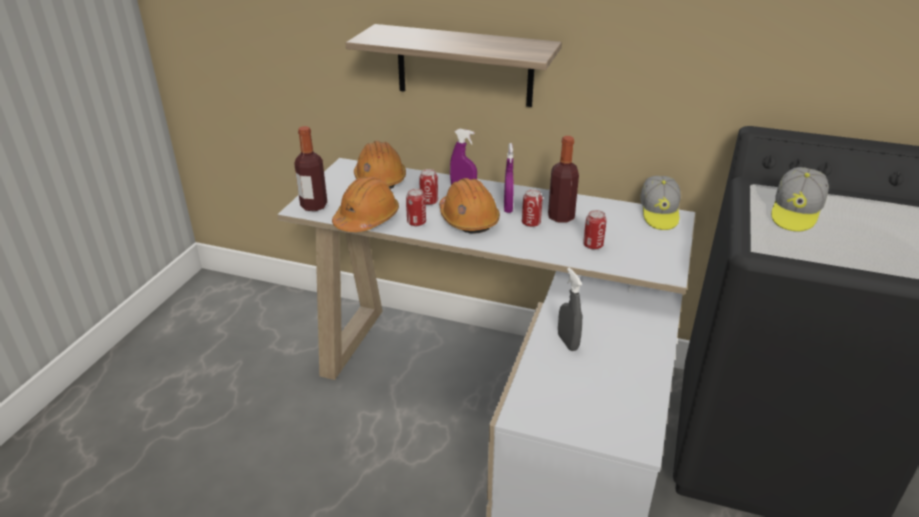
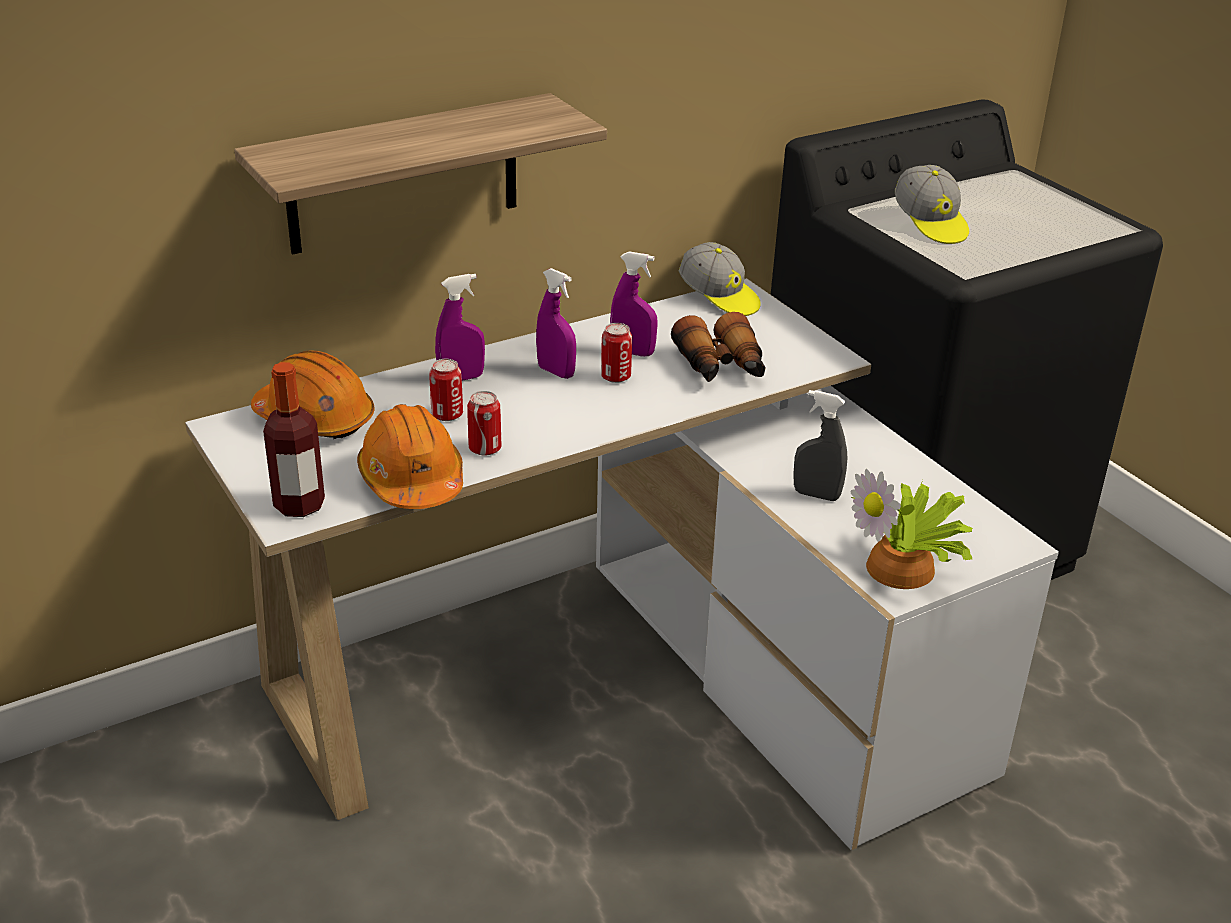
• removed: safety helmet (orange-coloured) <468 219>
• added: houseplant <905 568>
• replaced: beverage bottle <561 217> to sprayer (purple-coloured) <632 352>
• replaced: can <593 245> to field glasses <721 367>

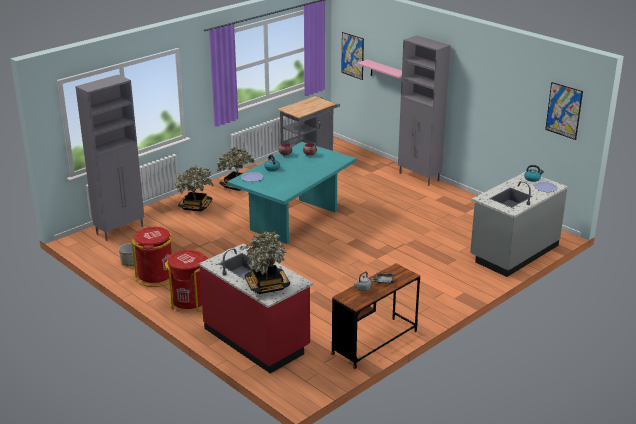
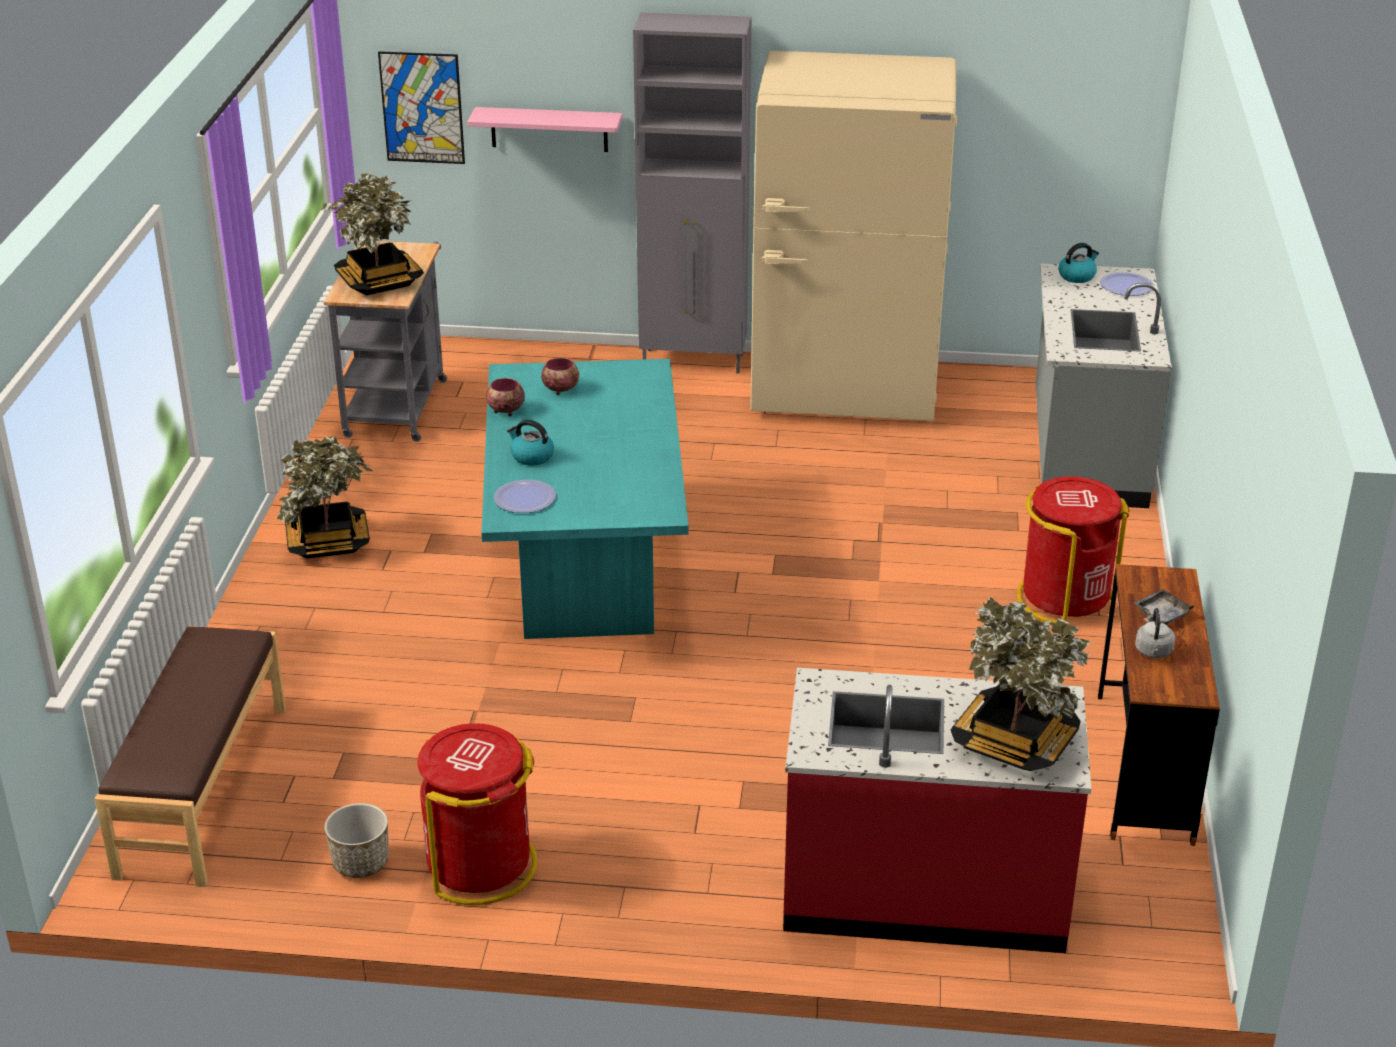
• removed: wall picture <564 110>
• added: kitchen fridge (sand-coloured) <844 391>
• moved: waste bin (red) <190 301> to <1064 598>
• moved: houseplant <195 206> to <379 282>
• replaced: cupboard (greyish) <120 230> to long seat (brown-coloured) <202 789>

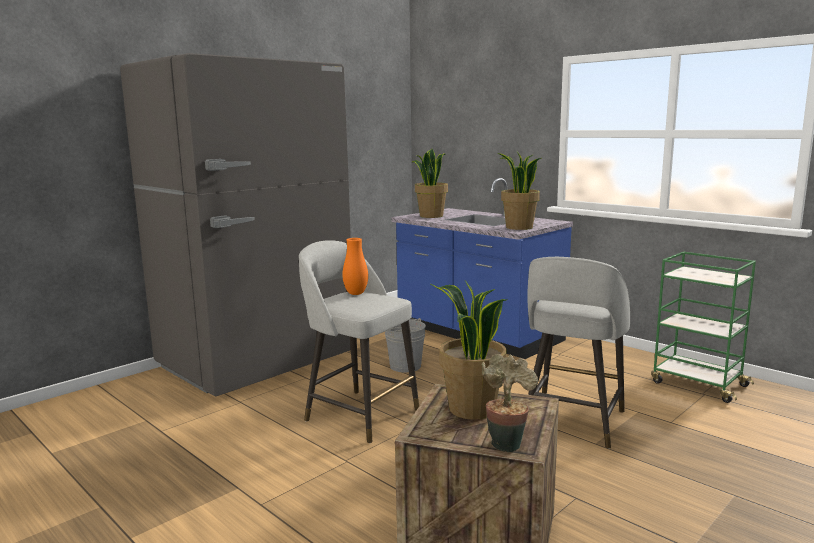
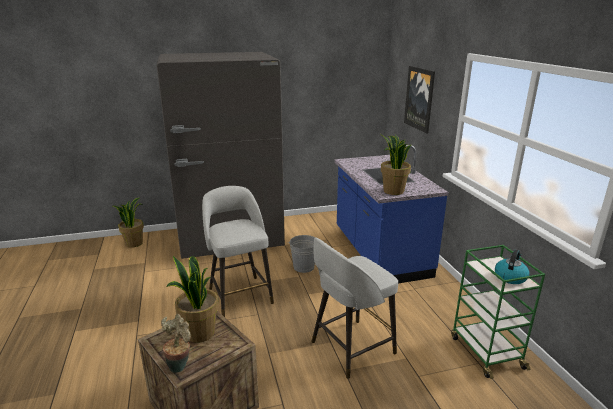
• removed: decorative vase (orange-coloured) <356 293>
• added: wall picture <419 98>
• added: tea kettle <510 277>
• moved: houseplant <431 216> to <134 243>

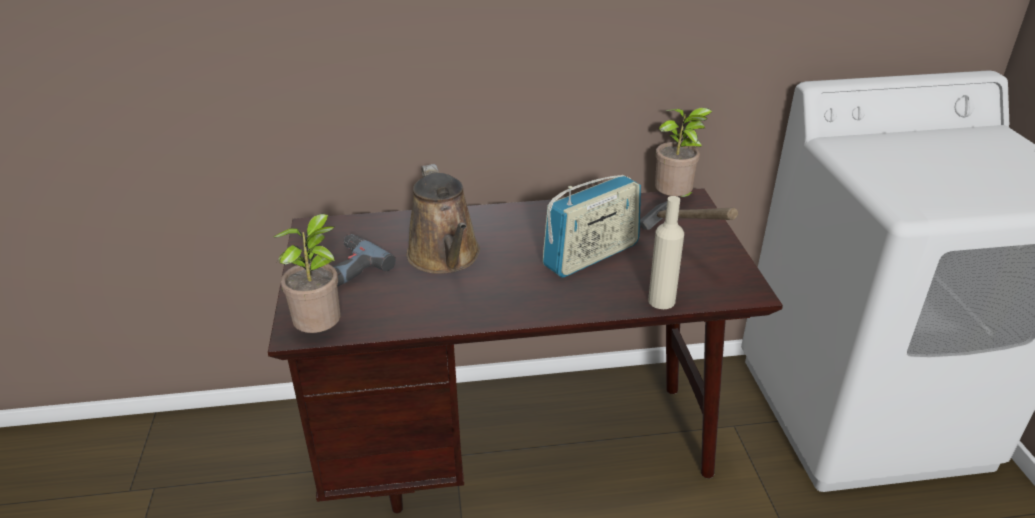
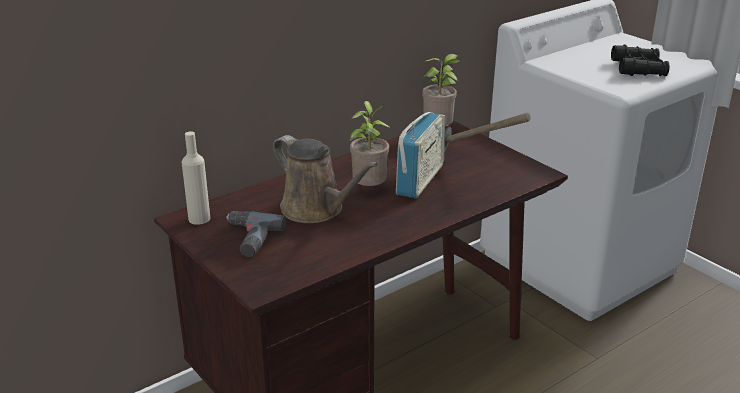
• added: field glasses (blackish) <638 69>
• moved: houseplant <322 332> to <369 189>
• moved: beverage bottle (sand-coloured) <661 301> to <199 219>

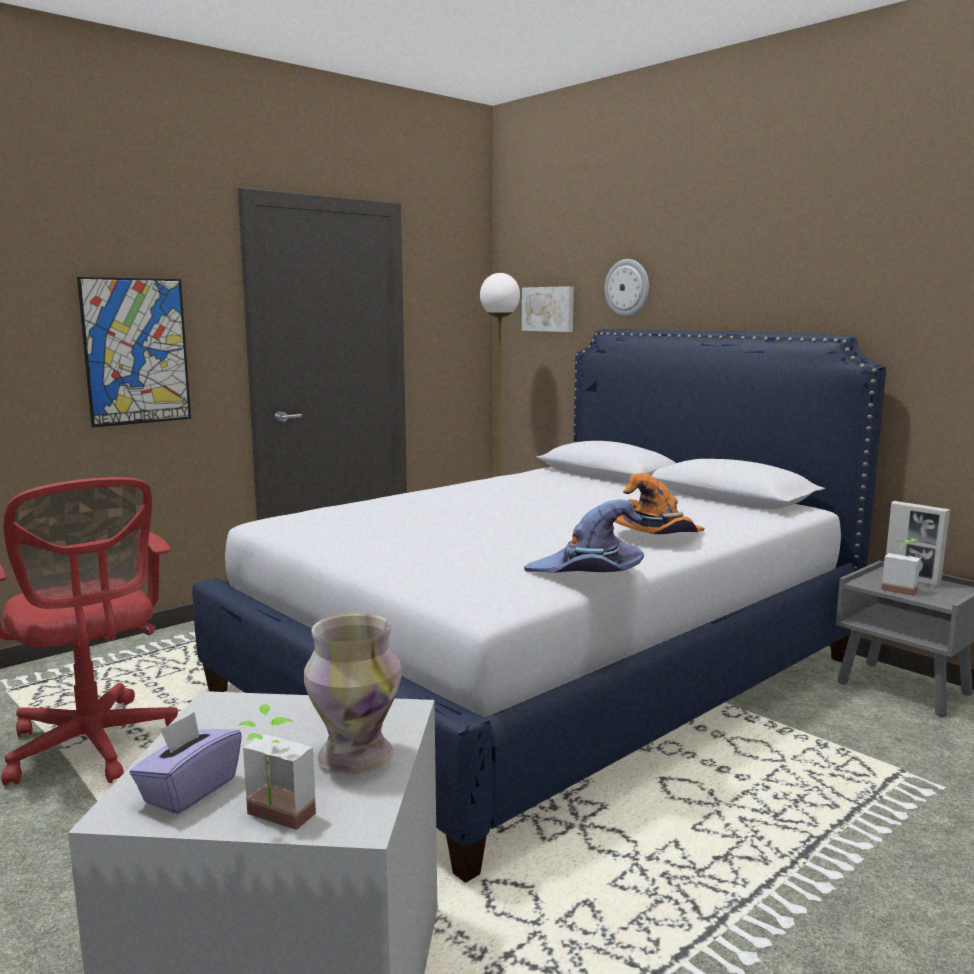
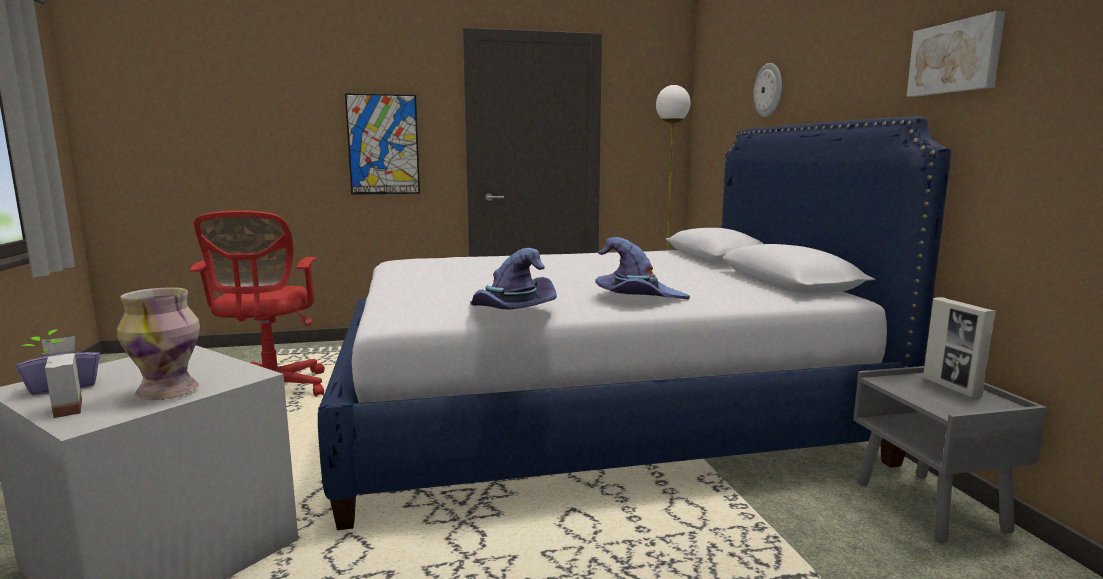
• removed: houseplant <900 589>
• moved: wall picture <549 309> to <955 57>
• recoloured: clothing hat (orange-coloured) <657 536> to clothing hat (purple-coloured) <637 298>

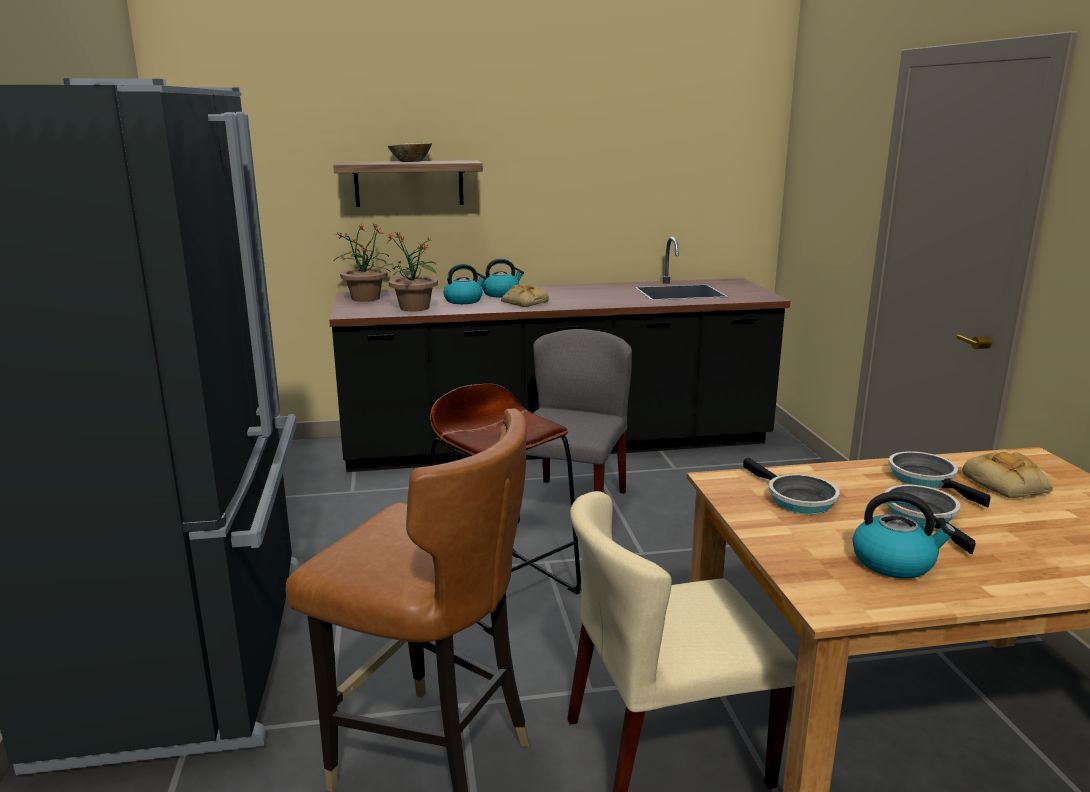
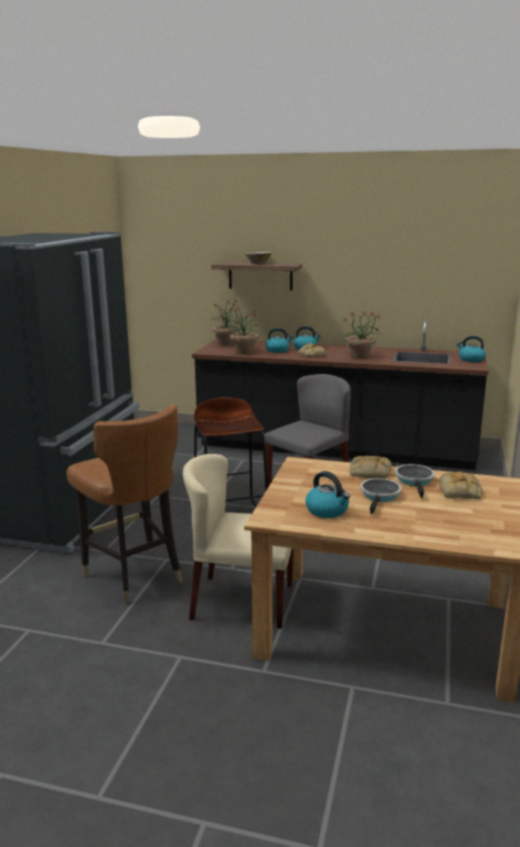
• removed: frying pan <796 499>
• added: houseplant <360 356>
• added: bread <369 472>
• added: tea kettle <471 359>

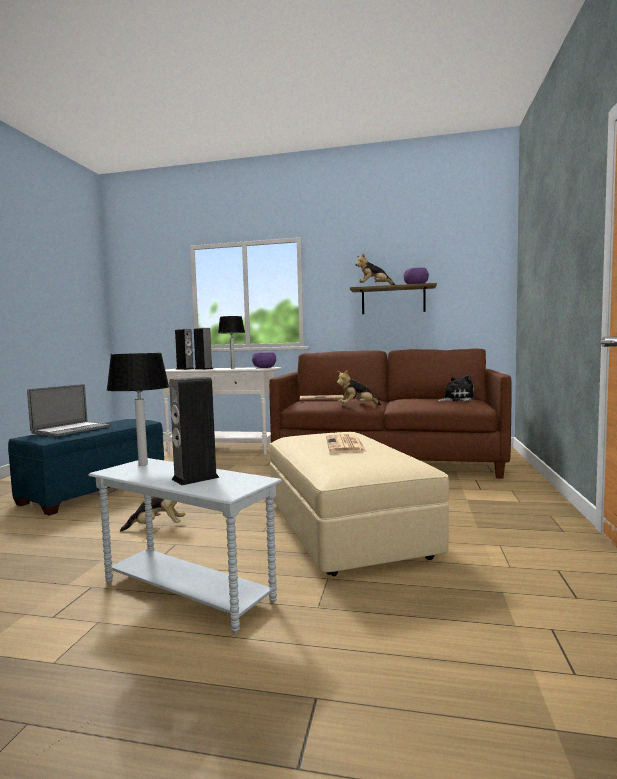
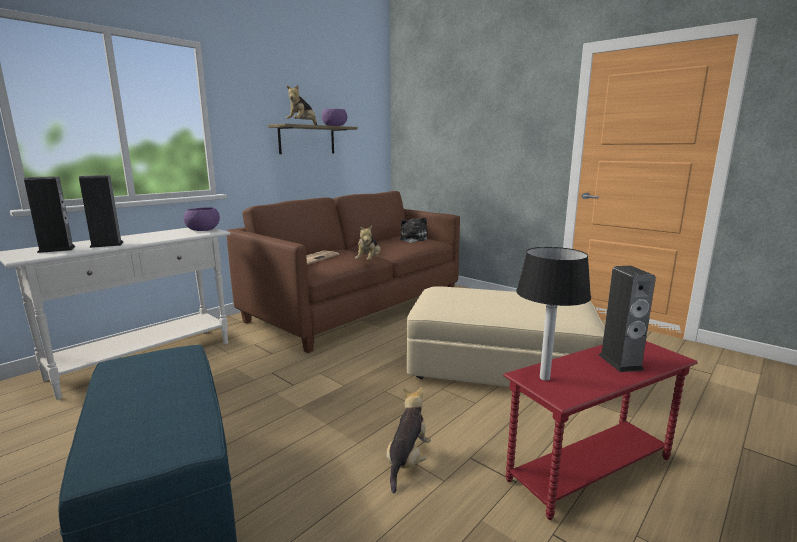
• removed: laptop <72 429>
• removed: tabletop lamp <233 368>
• removed: printed paper <345 445>
• recoloured: end table (white) <188 591> to end table (red) <588 469>

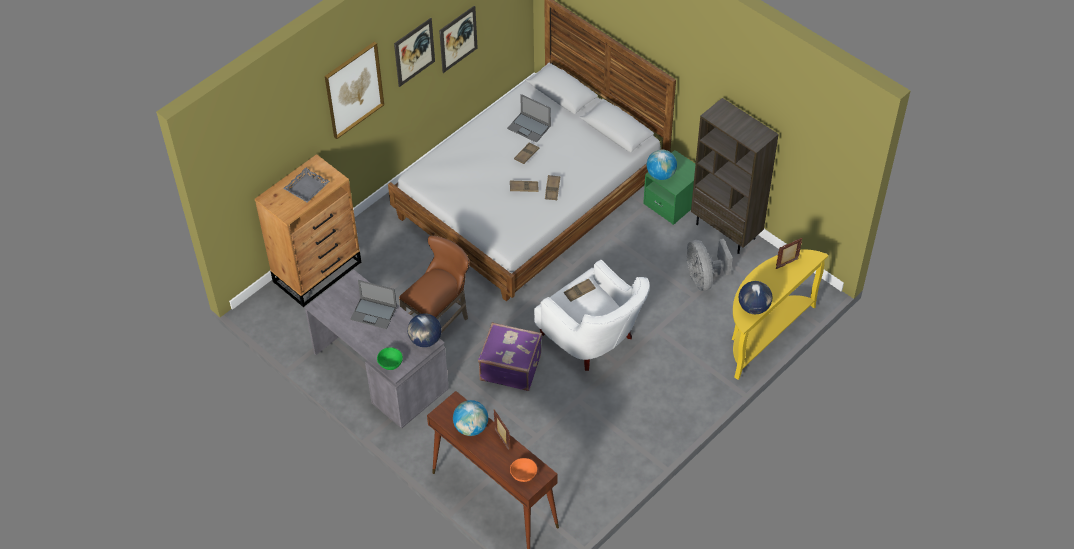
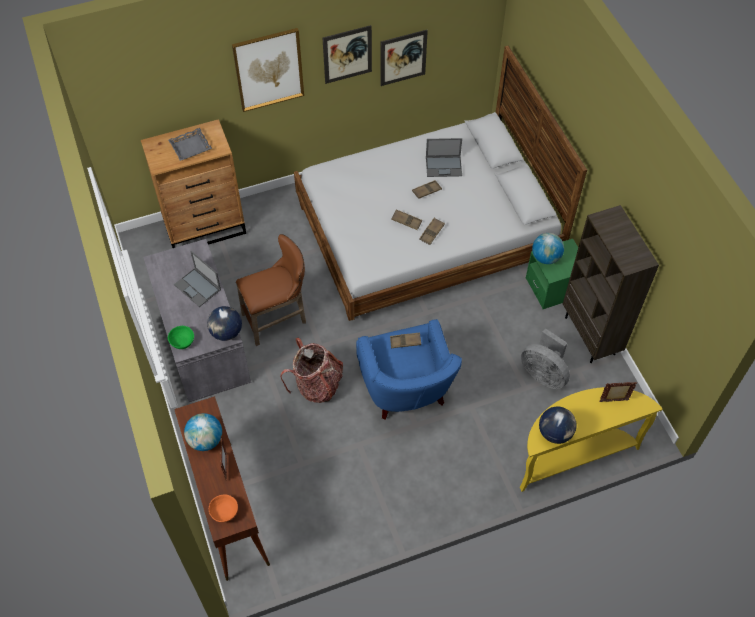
• replaced: piece of luggage (purple-coloured) <510 366> to knapsack <317 385>
• recoloured: lounge chair (white) <592 339> to lounge chair (blue) <406 390>
• turned: laptop <529 127> = <444 166> 60 degrees counterclockwise
• turned: electric fan (greyish) <703 278> = <543 373> 60 degrees counterclockwise

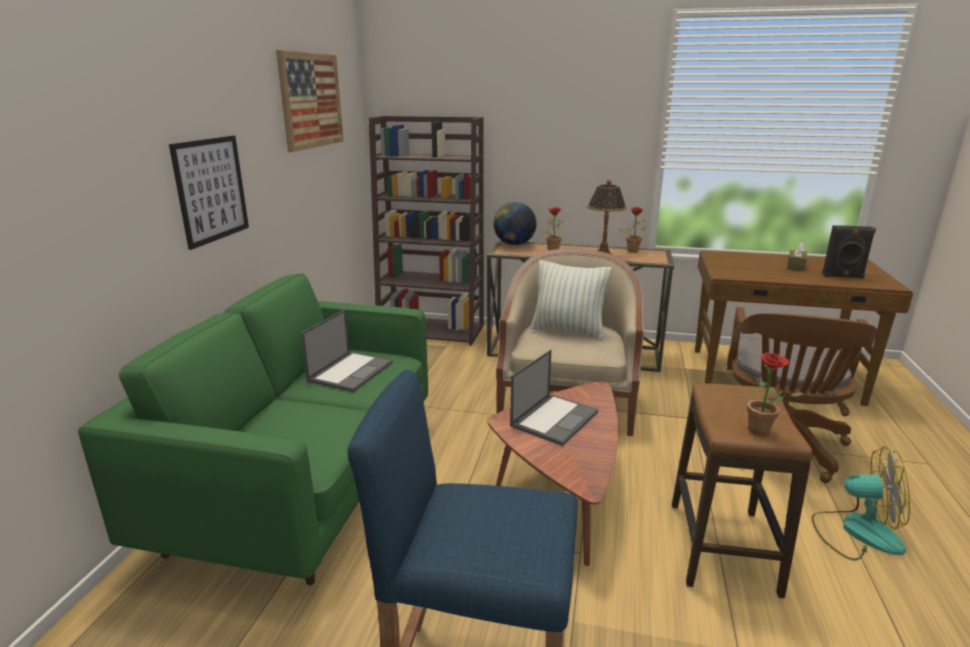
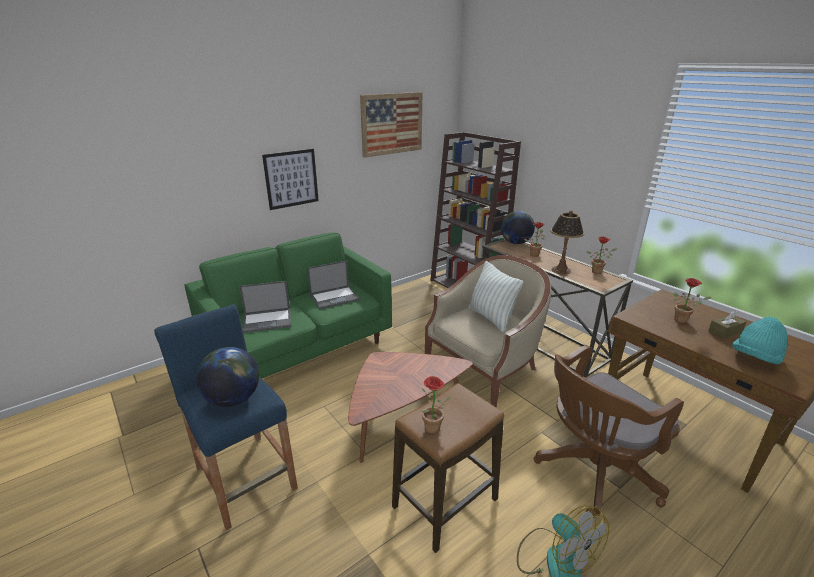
• added: globe <233 399>
• added: houseplant <683 320>
• moved: laptop <554 418> to <268 320>
• replaced: audio speaker (blackish) <843 276> to clothing hat (turquoise-coloured) <755 358>

